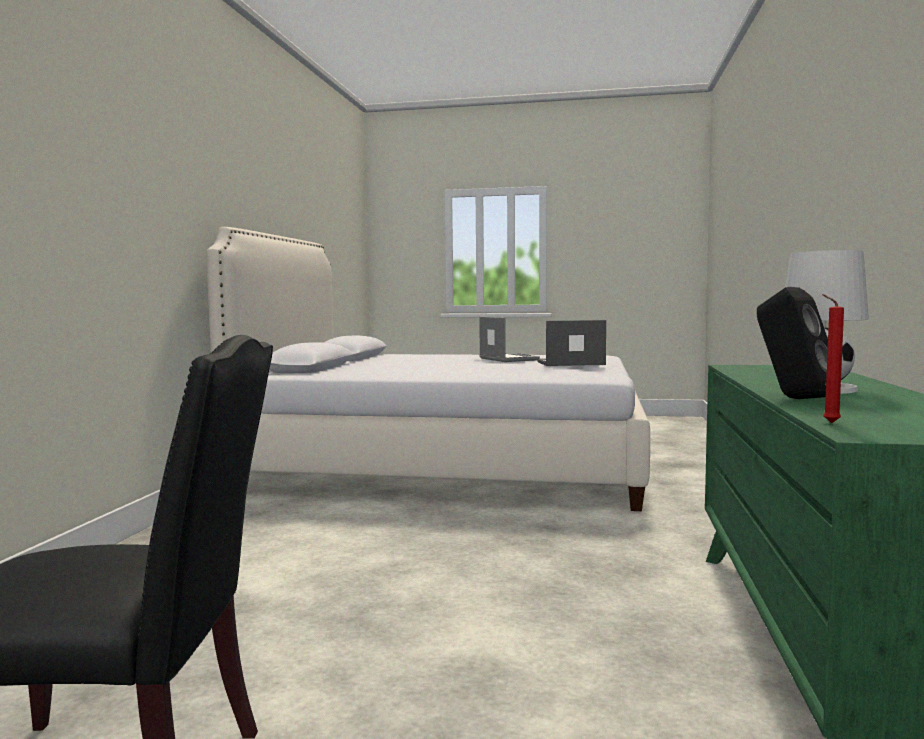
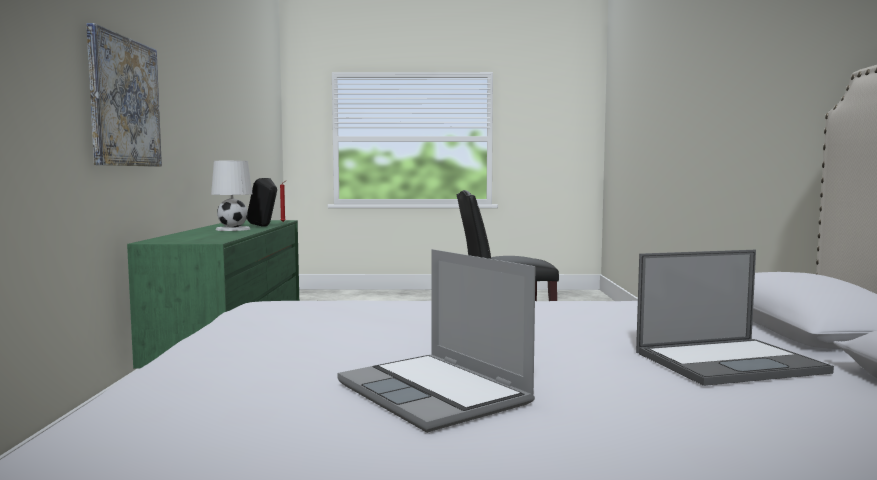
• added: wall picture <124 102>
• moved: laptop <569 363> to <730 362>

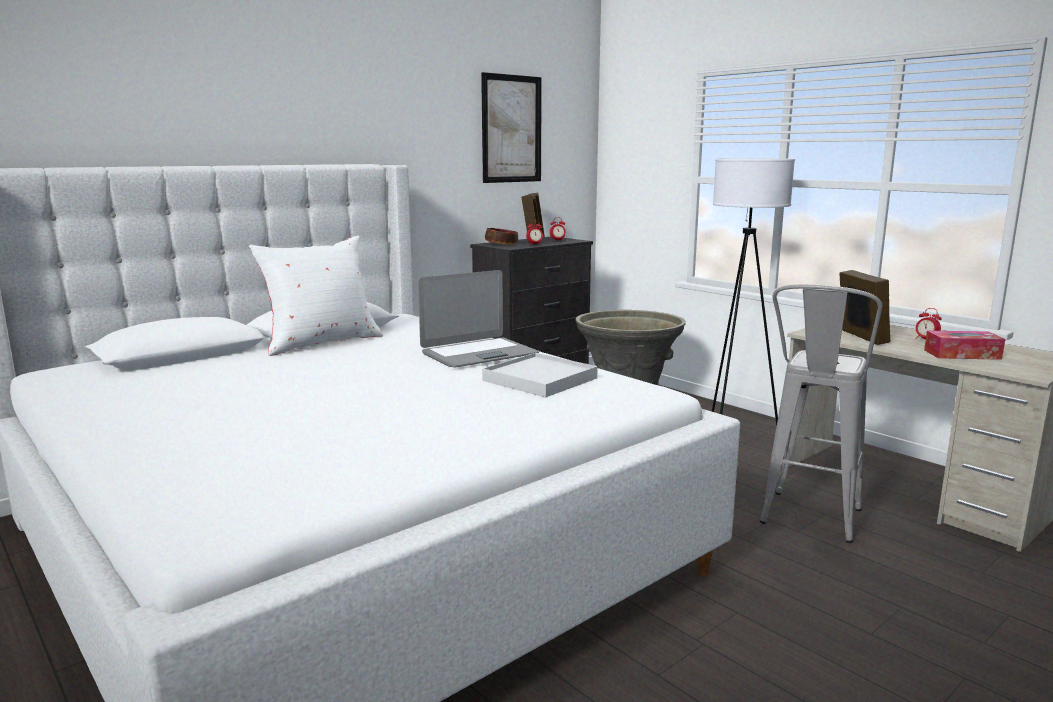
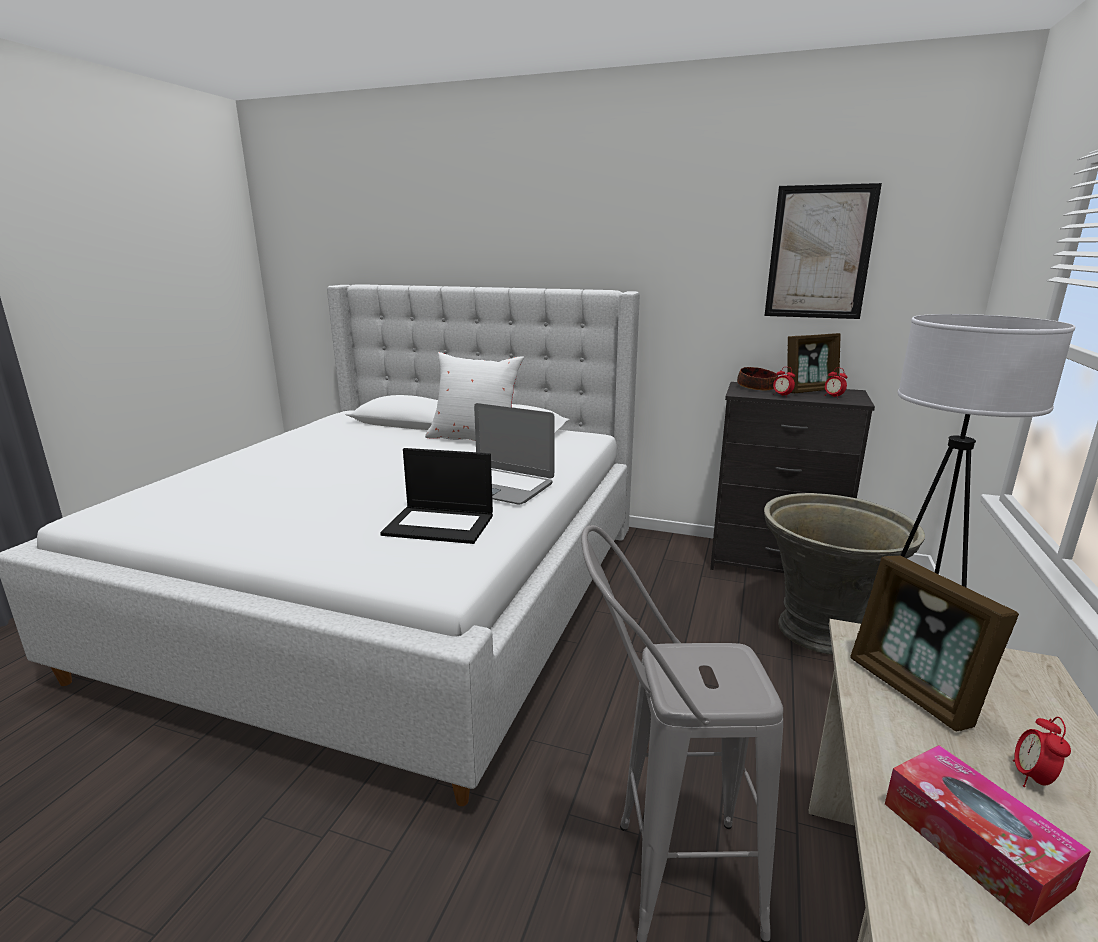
• replaced: carrying tray (white) <540 379> to laptop <440 524>
• turned: picture frame <860 337> = <914 690> 105 degrees clockwise

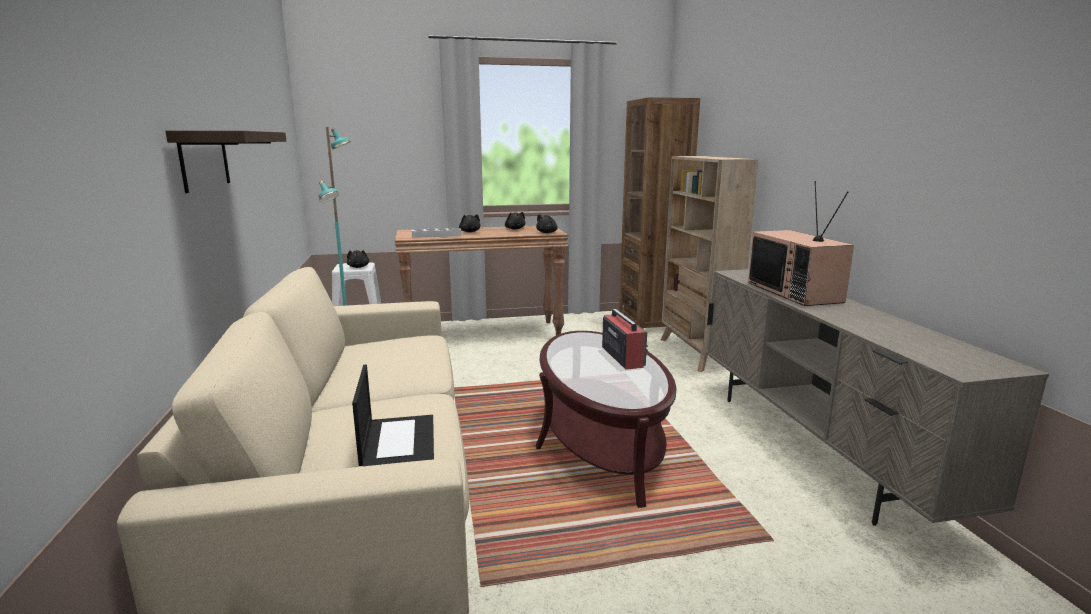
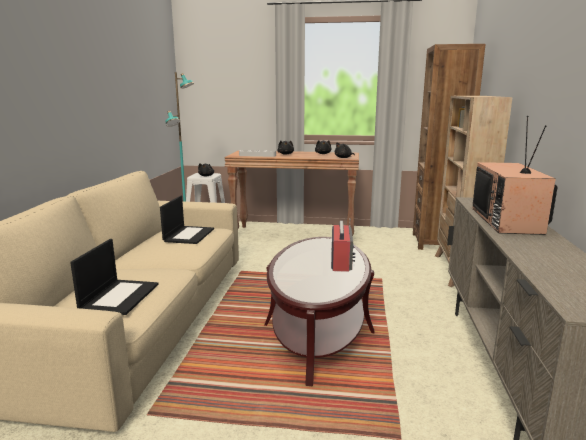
• removed: wall shelf <204 159>
• added: laptop <189 235>

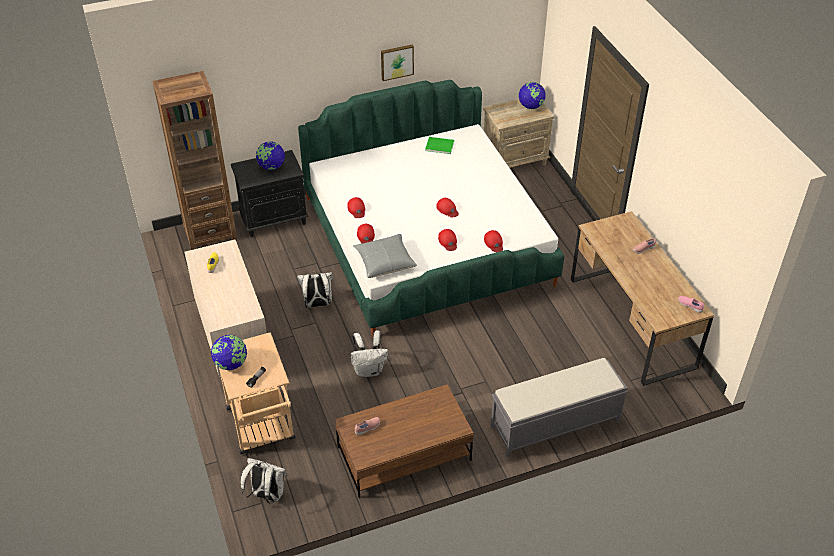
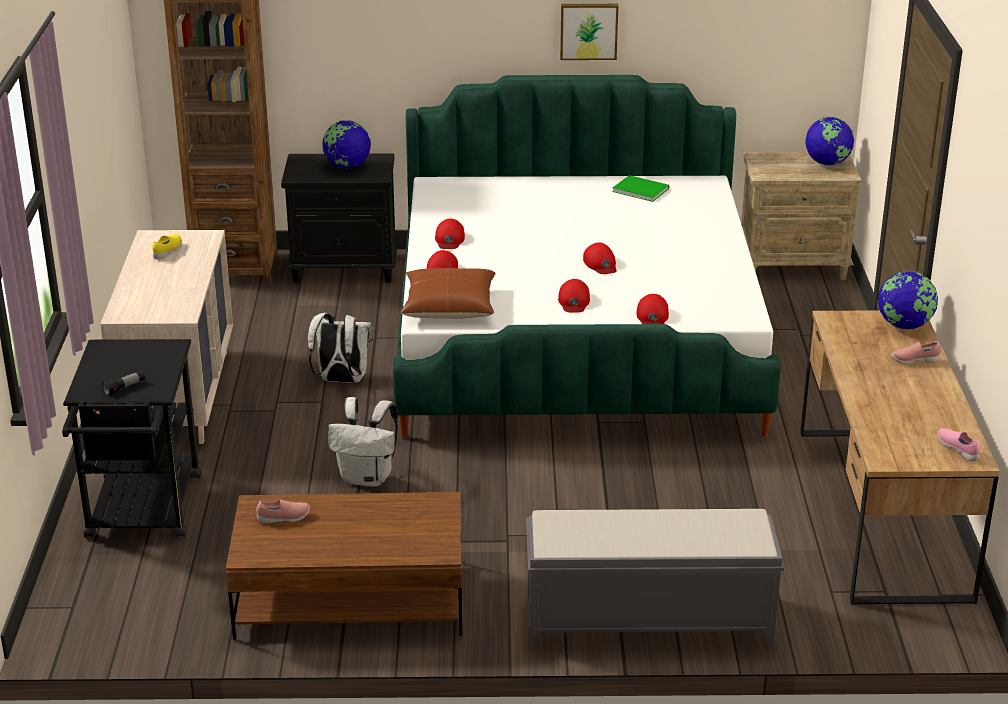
• removed: knapsack (white) <266 495>
• moved: globe <231 364> to <904 325>
• recoloured: trolley (sand-coloured) <262 428> to trolley (blackish) <142 513>
• recoloured: cushion (greyish) <384 262> to cushion (brown-coloured) <449 306>

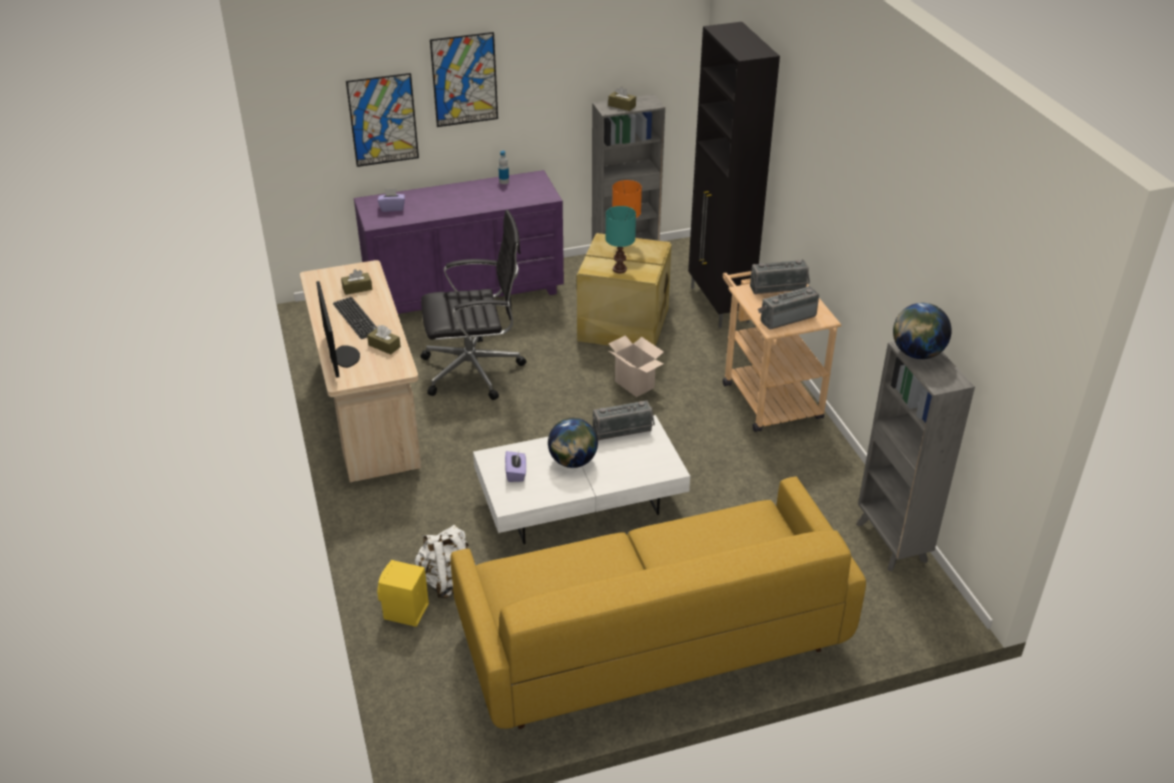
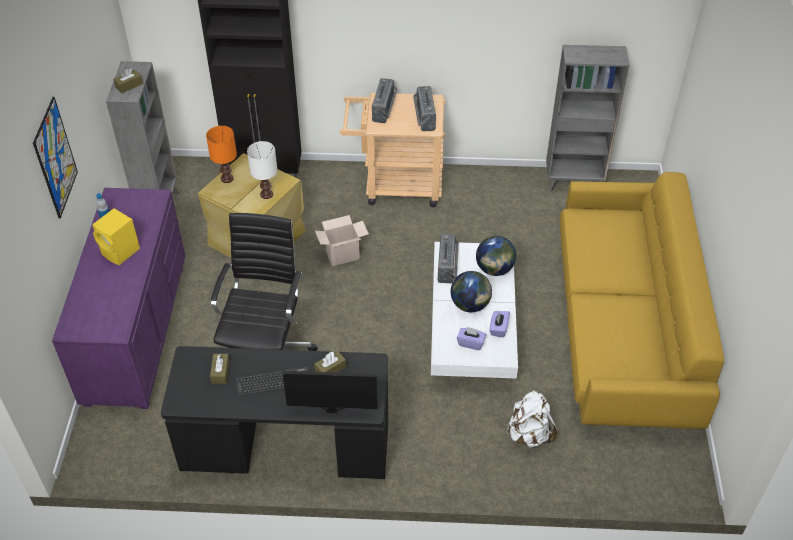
• removed: wall picture <383 120>
• moved: audio speaker (yellowish) <405 612> to <121 252>
• moved: tissue holder (purple-coloured) <392 208> to <498 328>
• moved: globe <917 353> to <494 269>
• recoloured: desk unit (sand-coloured) <367 413> to desk unit (blackish) <286 448>
• recoloured: tabletop lamp (turquoise-coloured) <619 269> to tabletop lamp (white) <266 194>

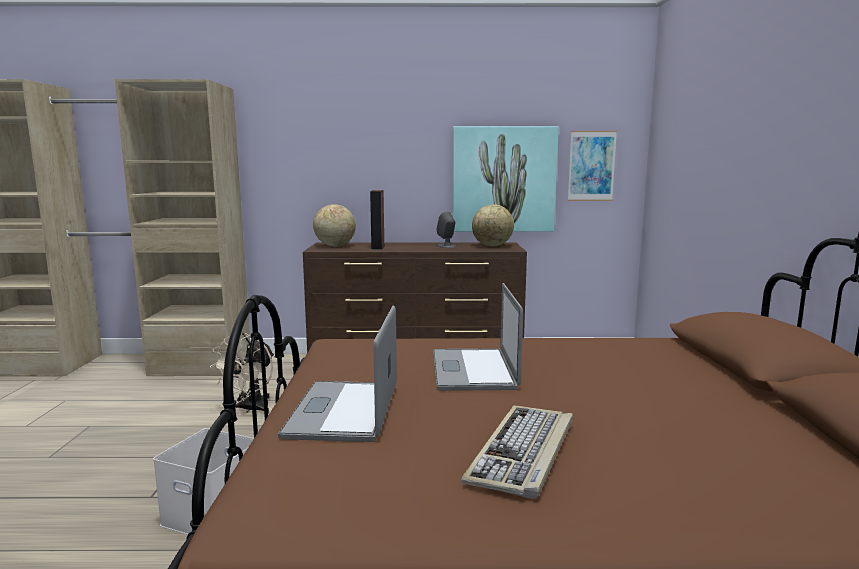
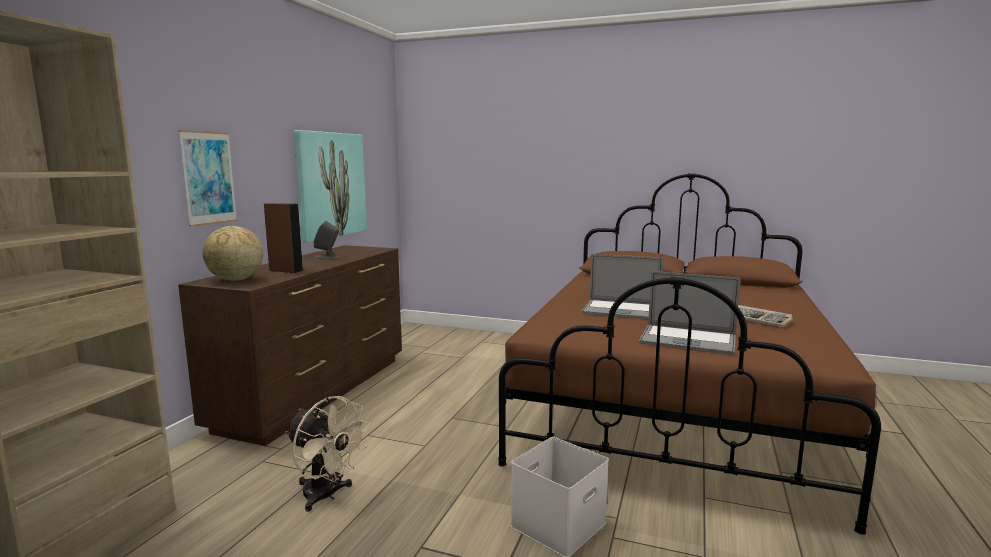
• removed: globe <492 246>
• moved: wall picture <591 166> to <208 178>

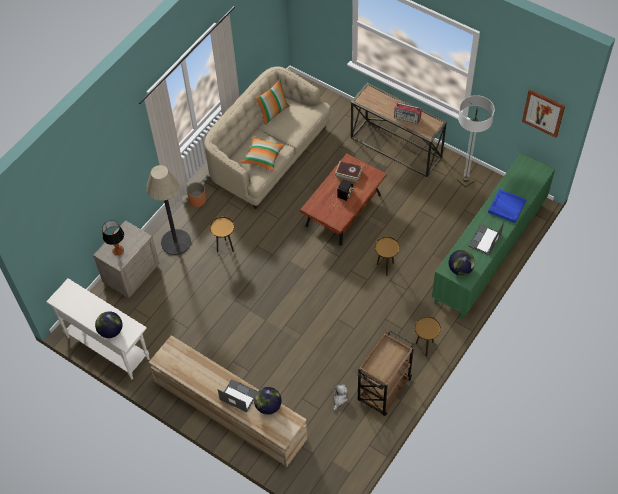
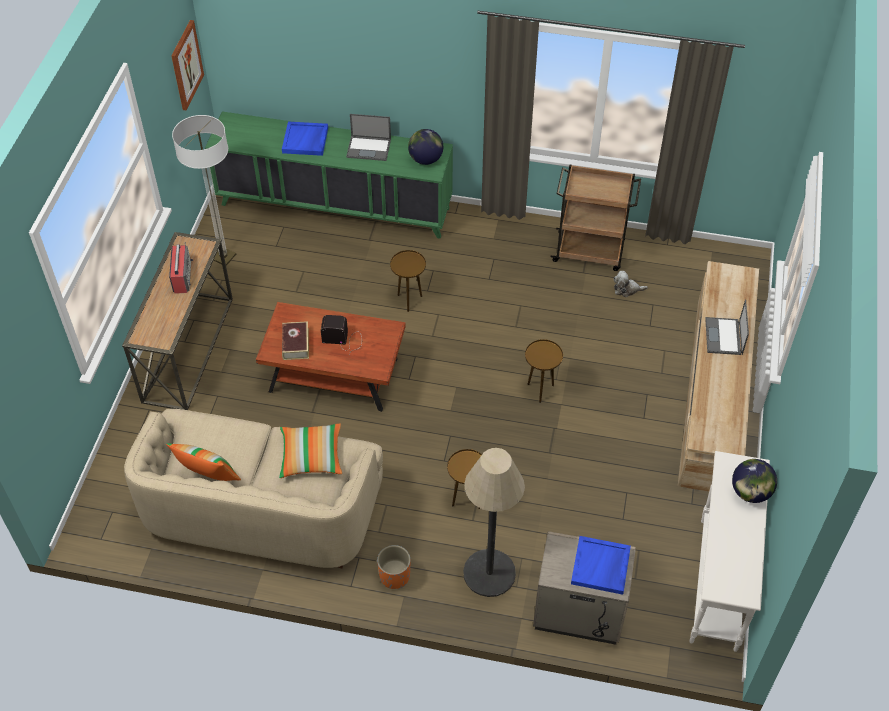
• removed: globe <268 406>
• moved: end table (brown-coloured) <425 347> to <540 390>
• replaced: tabletop lamp <118 250> to carrying tray (blue) <601 567>

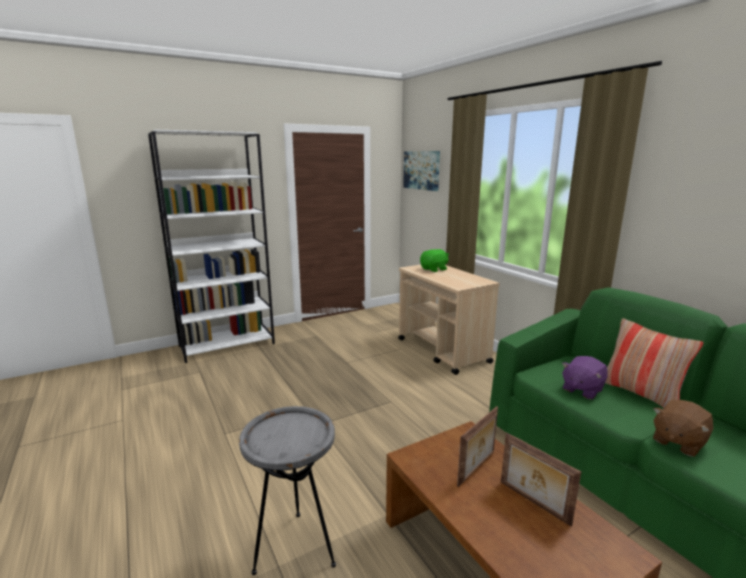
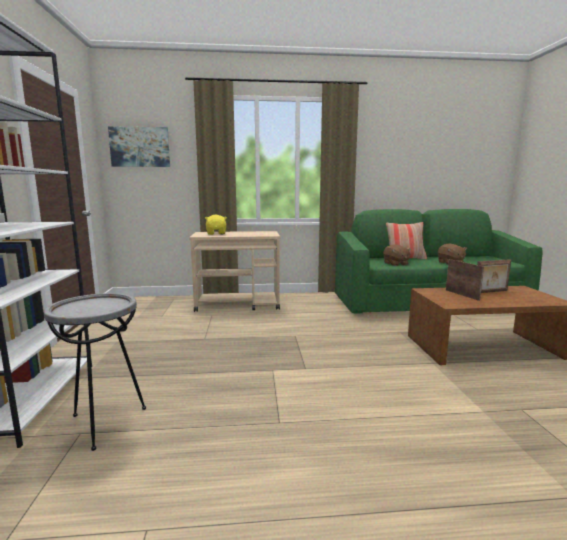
• moved: end table (greyish) <295 549> to <105 423>
• recoloured: plush toy (green) <434 269> to plush toy (yellowish) <216 233>
• recoloured: plush toy (purple-coloured) <582 389> to plush toy (brown-coloured) <395 264>

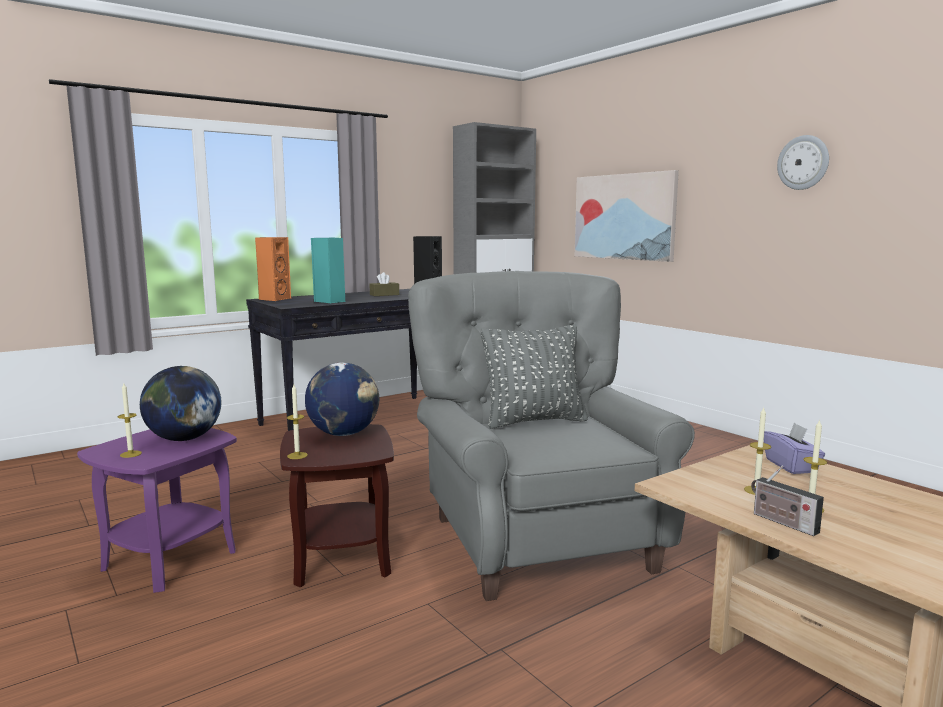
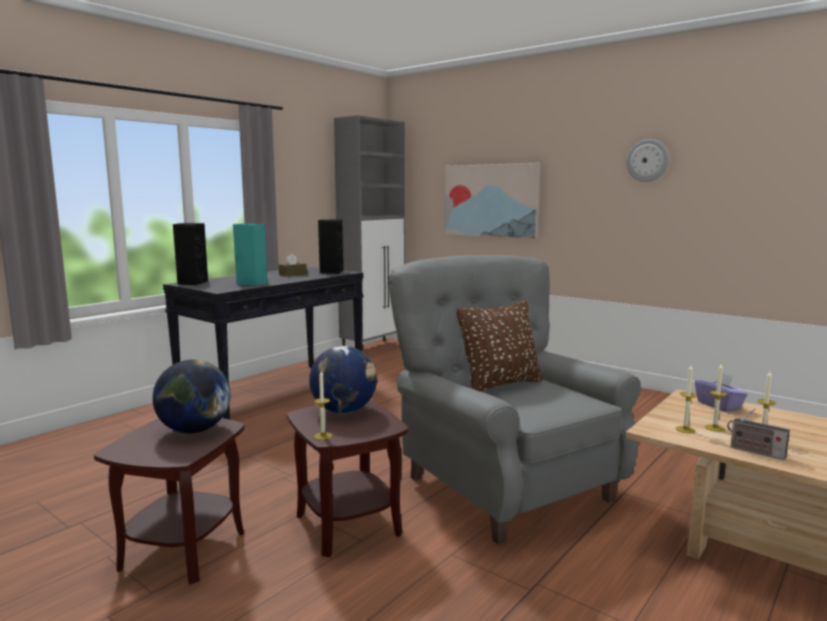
• moved: wax candle <131 454> to <685 429>
• recoloured: end table (purple-coloured) <170 559> to end table (brown-coloured) <182 549>
• recoloured: audio speaker (orange-coloured) <274 299> to audio speaker (blackish) <192 283>
• recoloured: cushion (greyish) <534 421> to cushion (brown-coloured) <500 384>

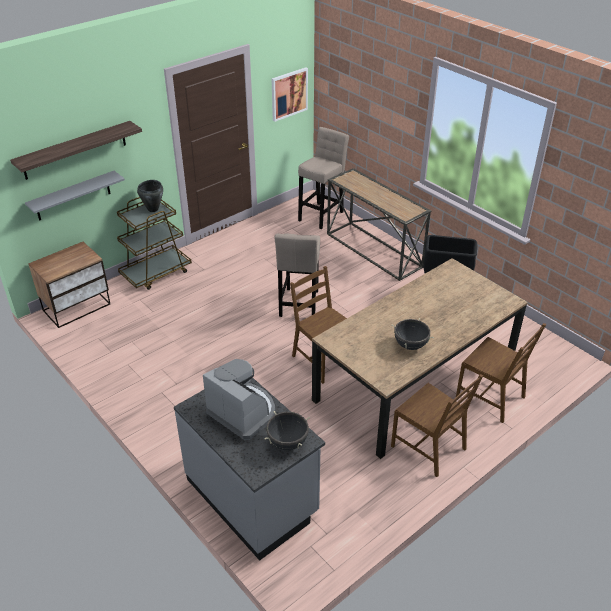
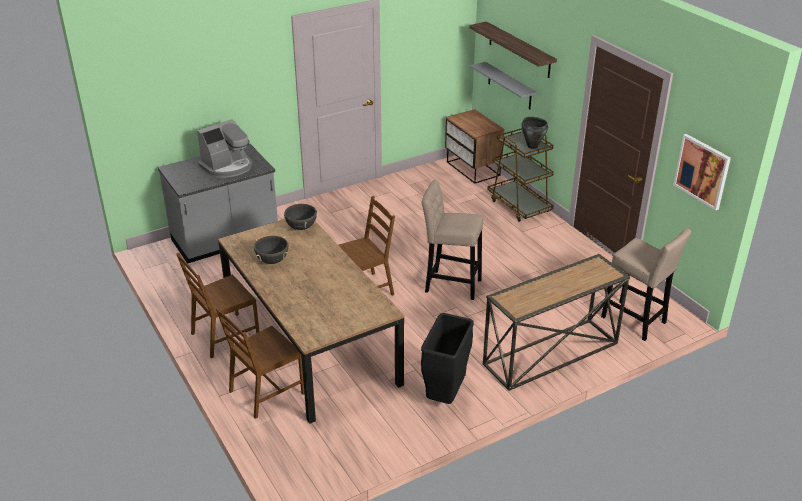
• moved: saucepot (blackish) <287 442> to <301 227>

